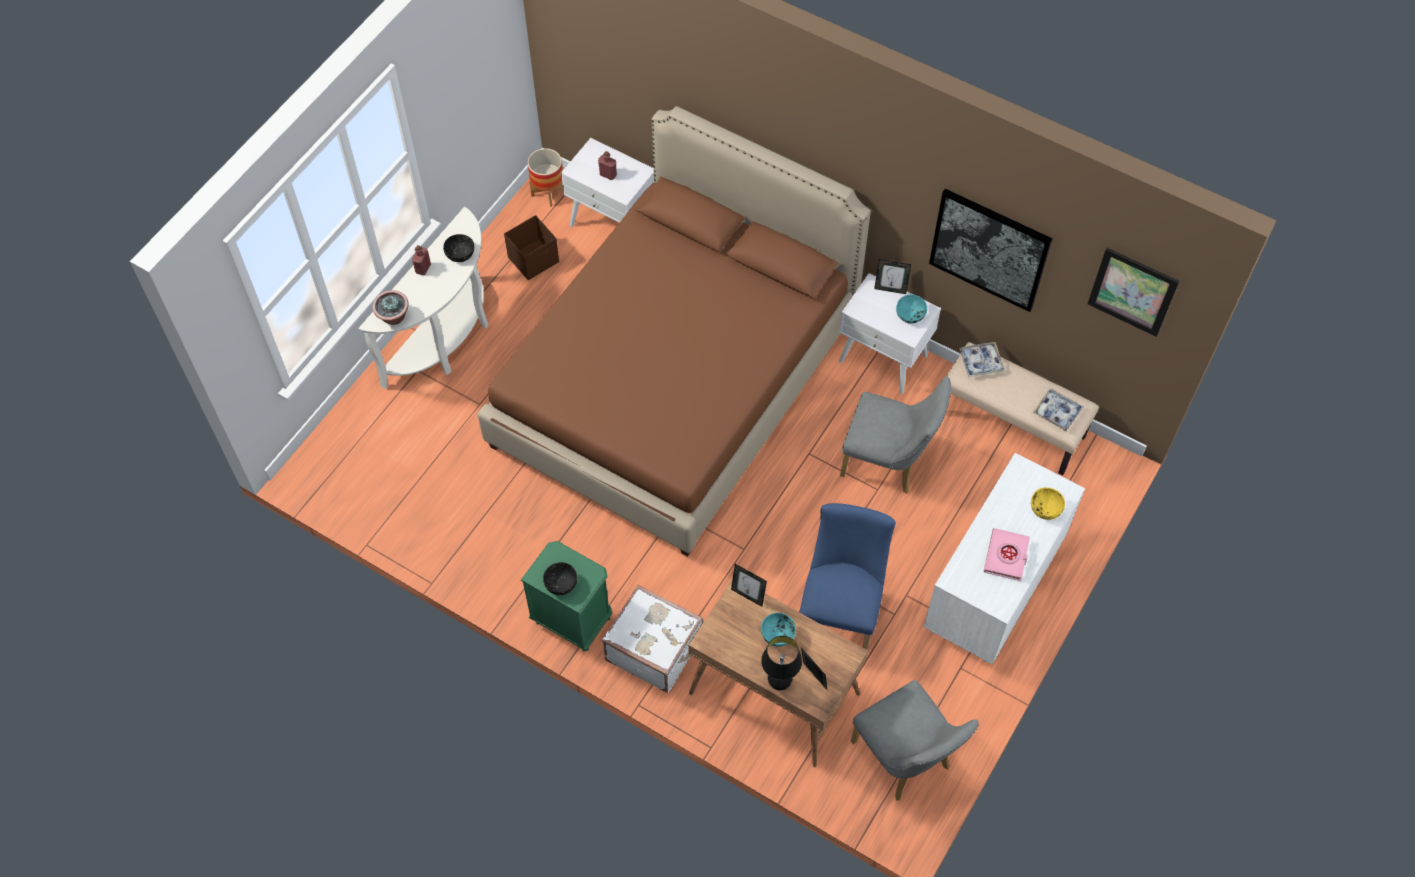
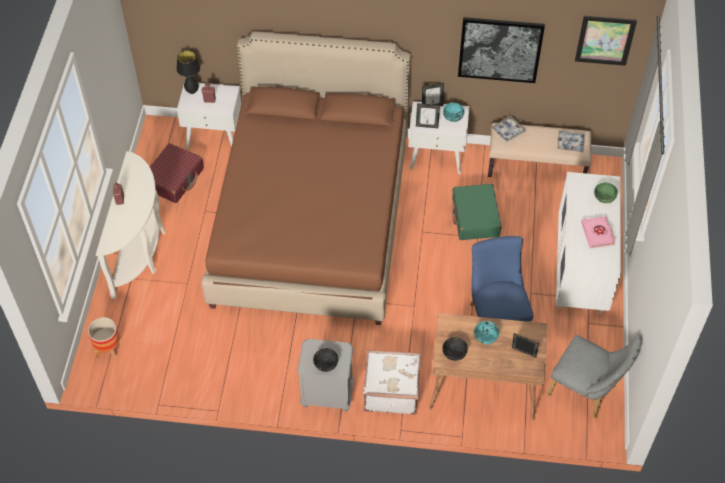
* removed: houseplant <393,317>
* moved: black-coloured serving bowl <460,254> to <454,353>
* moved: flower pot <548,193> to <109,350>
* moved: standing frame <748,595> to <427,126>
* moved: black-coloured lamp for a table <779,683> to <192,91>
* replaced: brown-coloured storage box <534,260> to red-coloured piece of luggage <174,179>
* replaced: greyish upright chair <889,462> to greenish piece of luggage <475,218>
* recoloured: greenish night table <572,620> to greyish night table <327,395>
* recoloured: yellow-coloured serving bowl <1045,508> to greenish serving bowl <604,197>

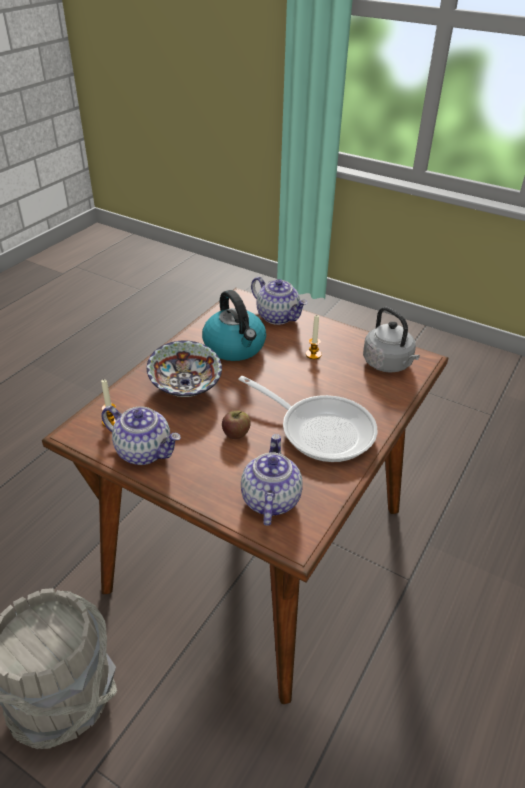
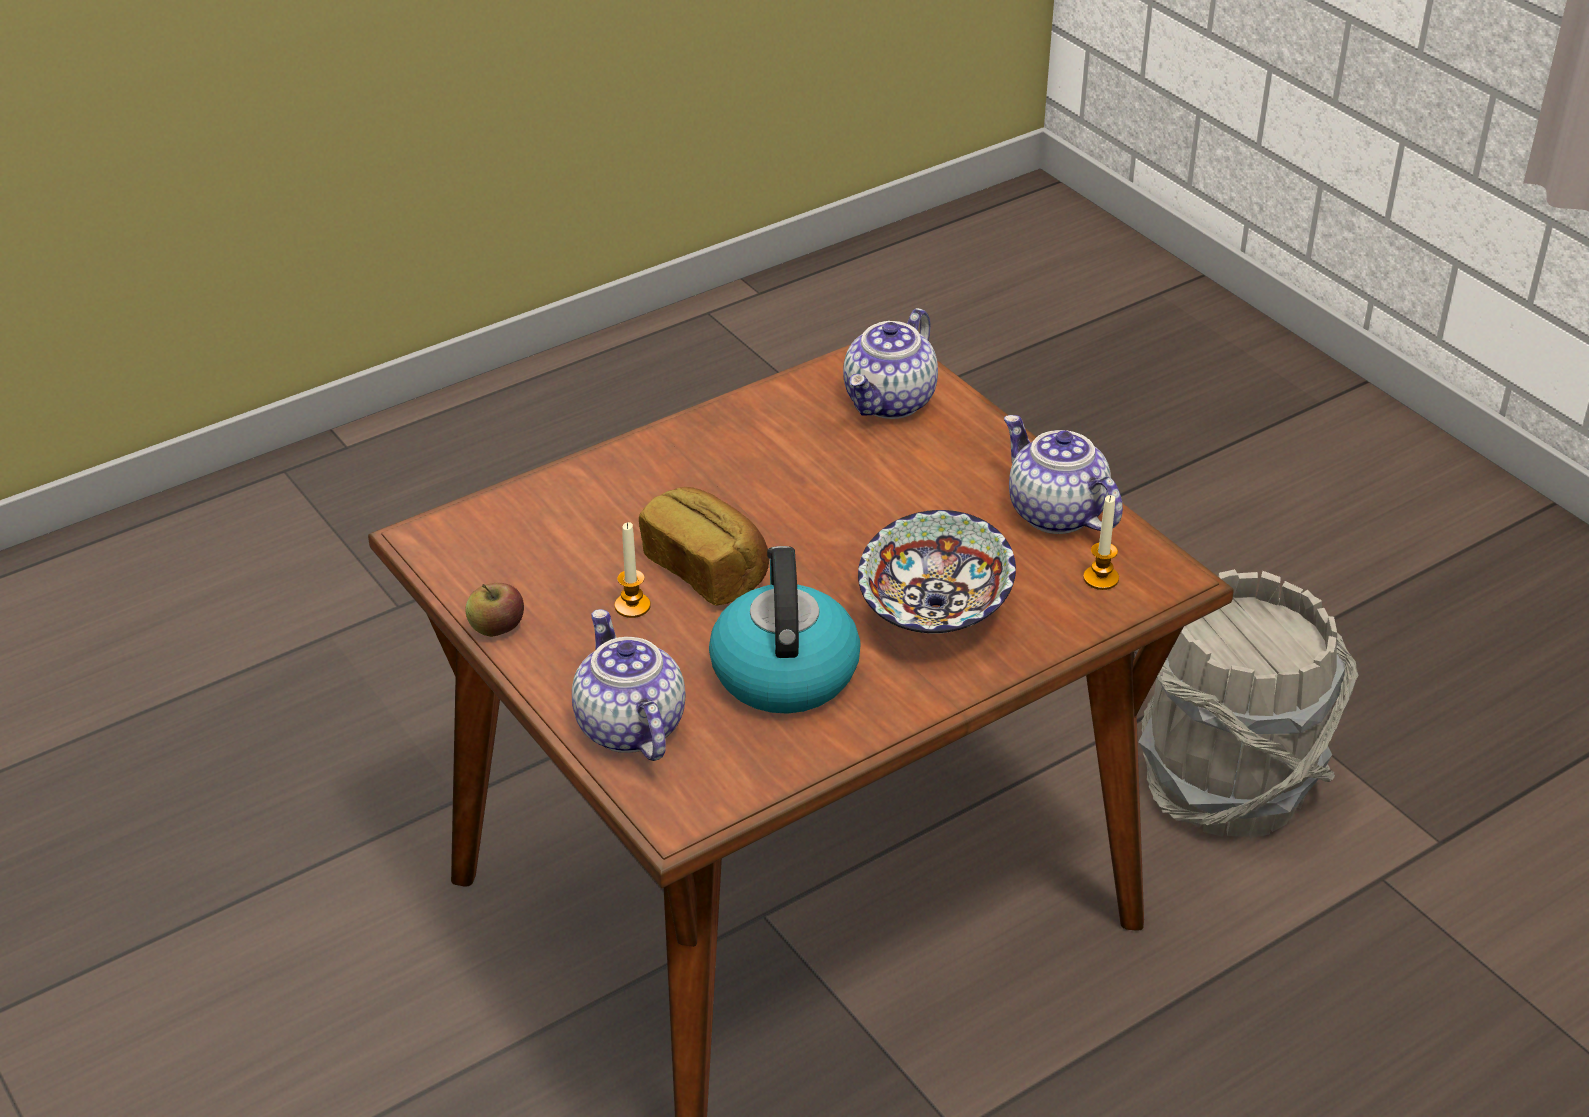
* removed: pan <320,429>
* removed: greyish tea kettle <389,364>
* added: baked bread <707,570>
* moved: whole apple <236,433> to <497,628>

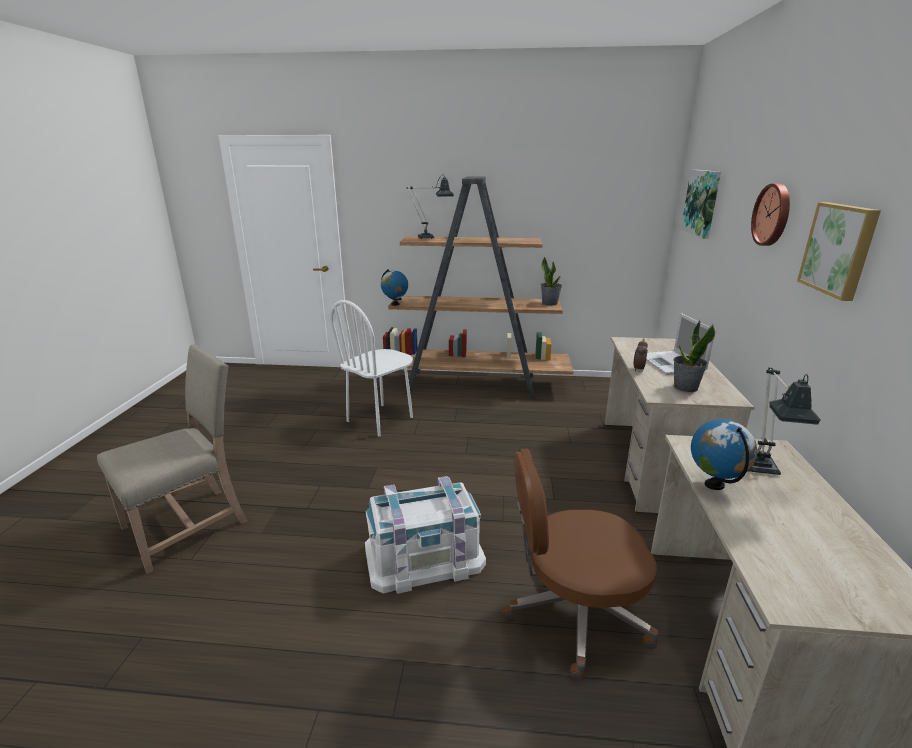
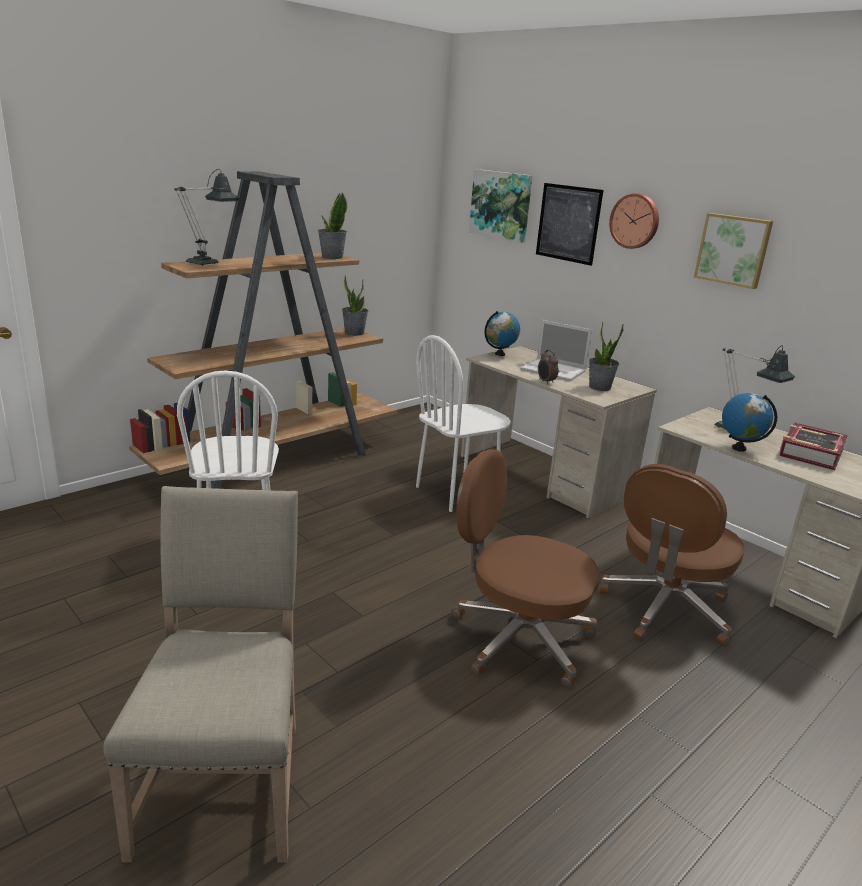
* added: houseplant <332,257>
* added: white upright chair <457,492>
* added: picture <568,223>
* added: bound book <810,453>
* moved: desk globe <395,304> to <500,354>
* replaced: white storage box <424,555> to brown-coloured office chair <518,638>

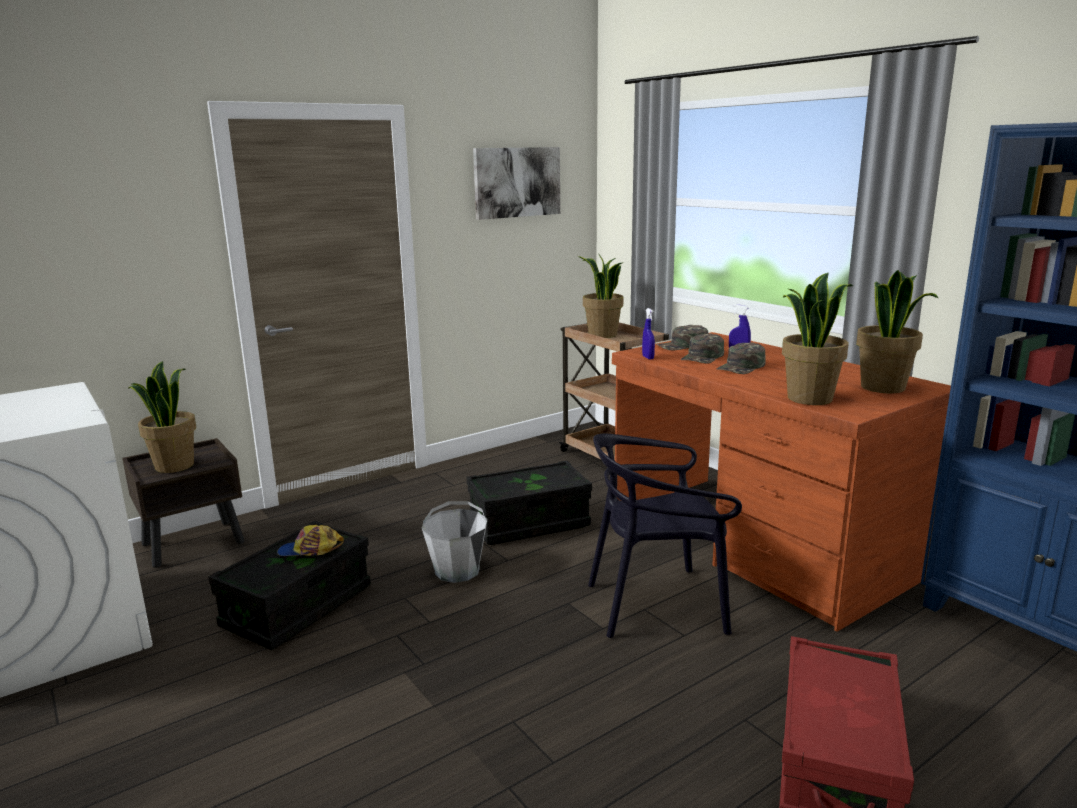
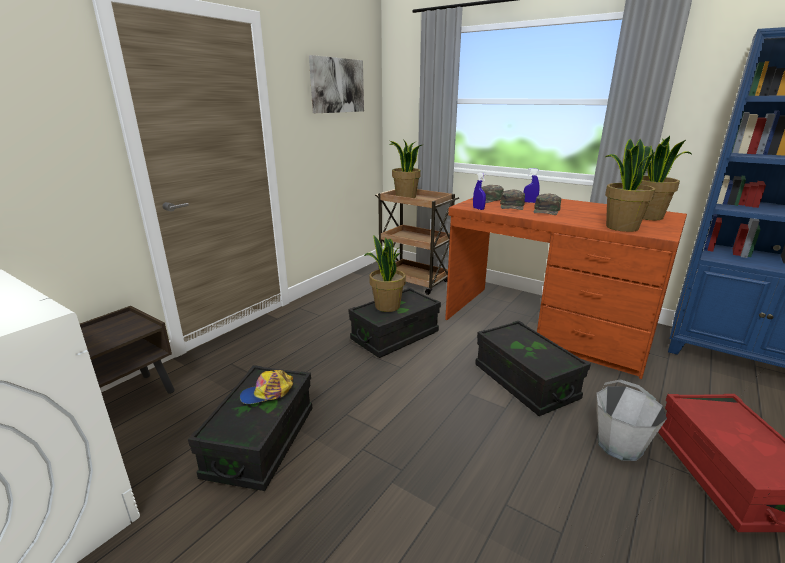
* moved: houseplant <174,466> to <386,306>
* moved: greyish pail <457,570> to <619,445>
* replaced: black-coloured upright chair <656,605> to black-coloured storage box <525,382>

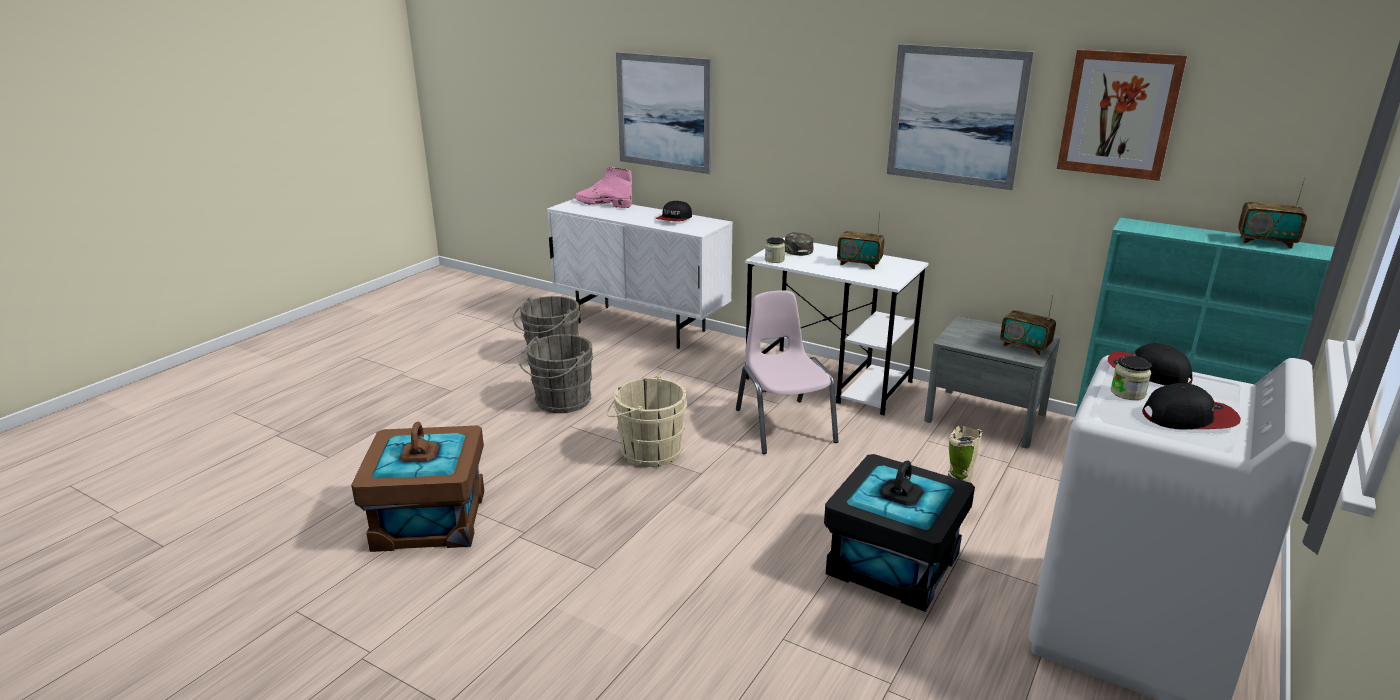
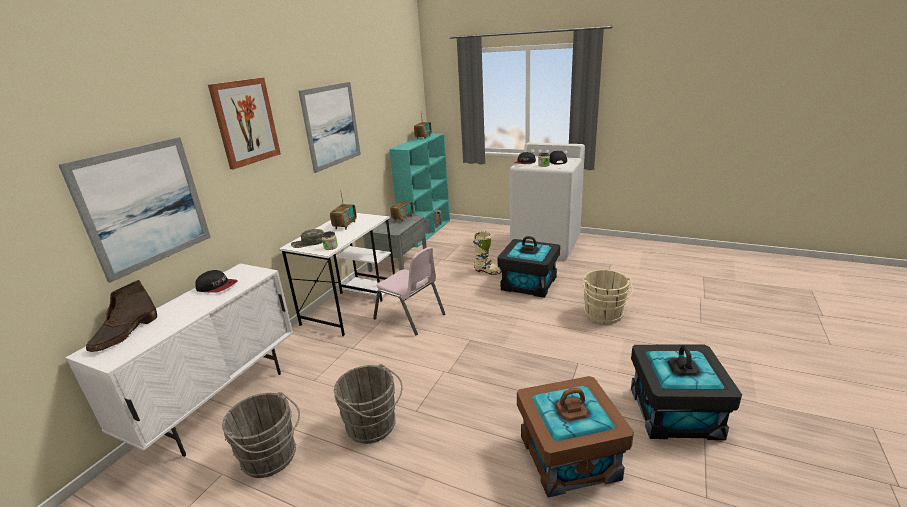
* added: black-coloured storage box <675,413>
* moved: beige pail <647,451> to <603,315>
* moved: picture <1119,114> to <245,122>
* recoloured: pink-coloured high-top boot <603,204> to brown-coloured high-top boot <125,334>
* turned: pink-coloured upright chair <784,425> = <410,316> 120 degrees counterclockwise

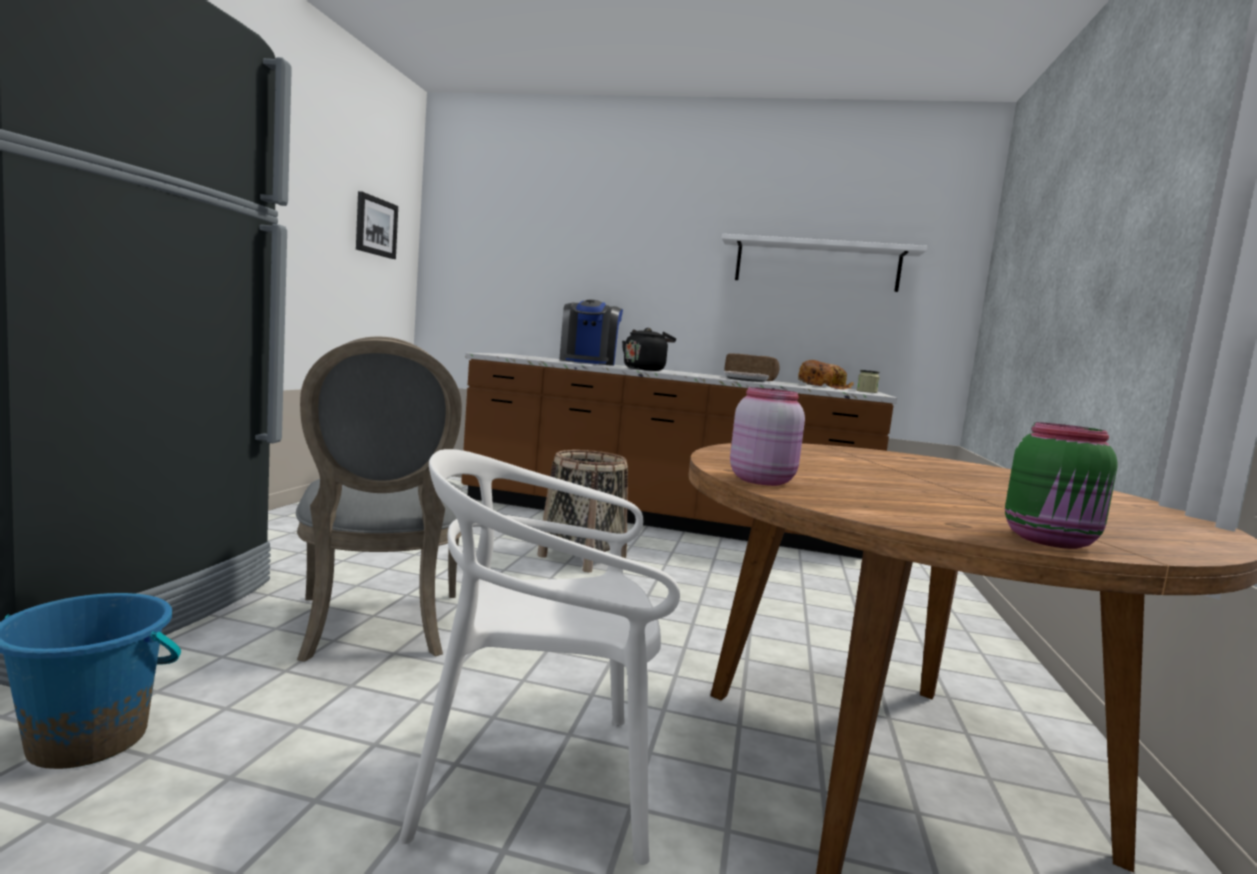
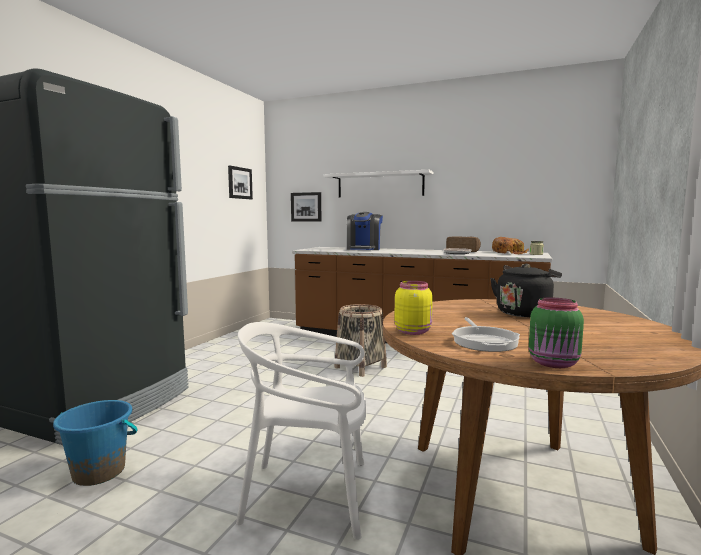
* removed: greyish upright chair <377,627>
* added: picture <306,207>
* added: pan <484,341>
* moved: black-coloured tea kettle <645,369> to <524,313>
* moved: white bracket shelf <817,265> to <380,185>
* recoloured: pink-coloured storage jar <761,480> to yellow-coloured storage jar <413,331>

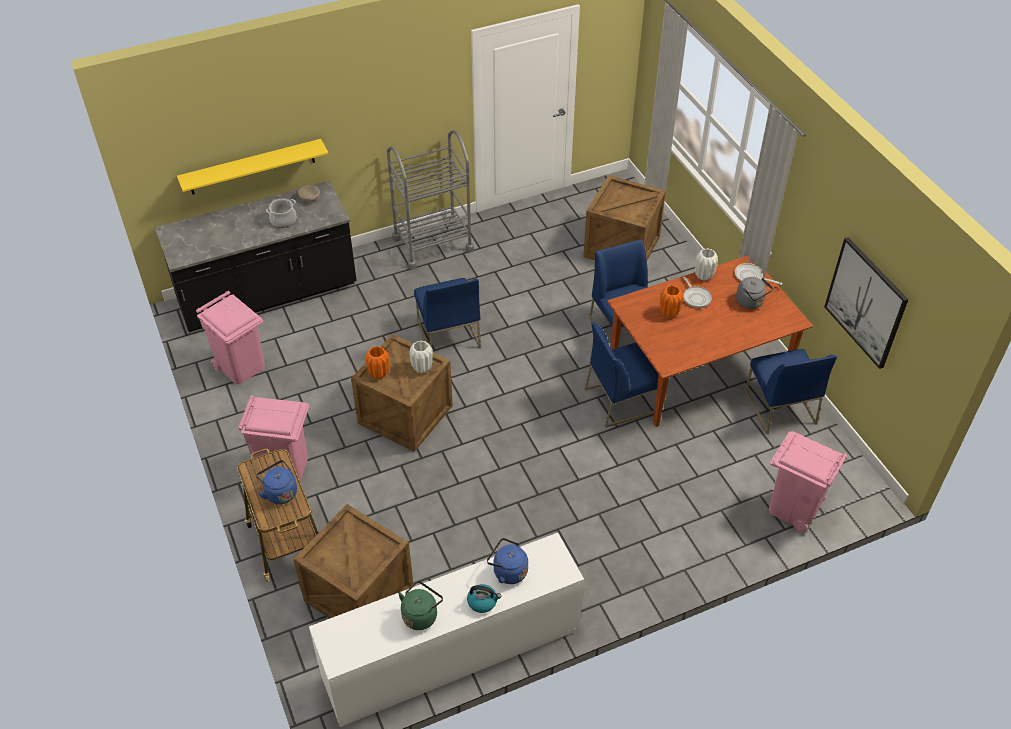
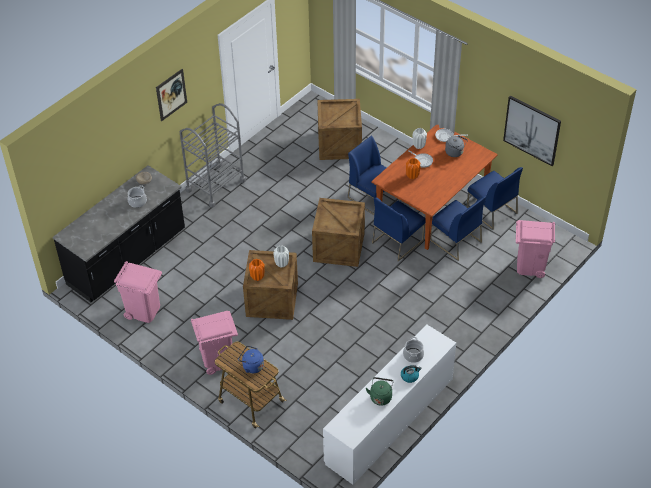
* removed: yellow-coloured bracket shelf <252,167>
* added: picture <171,94>
* moved: crate <359,591> to <338,246>
* moved: blue-coloured upright chair <448,334> to <455,241>
* replaced: blue-coloured tea kettle <508,571> to cooking pot <413,355>

